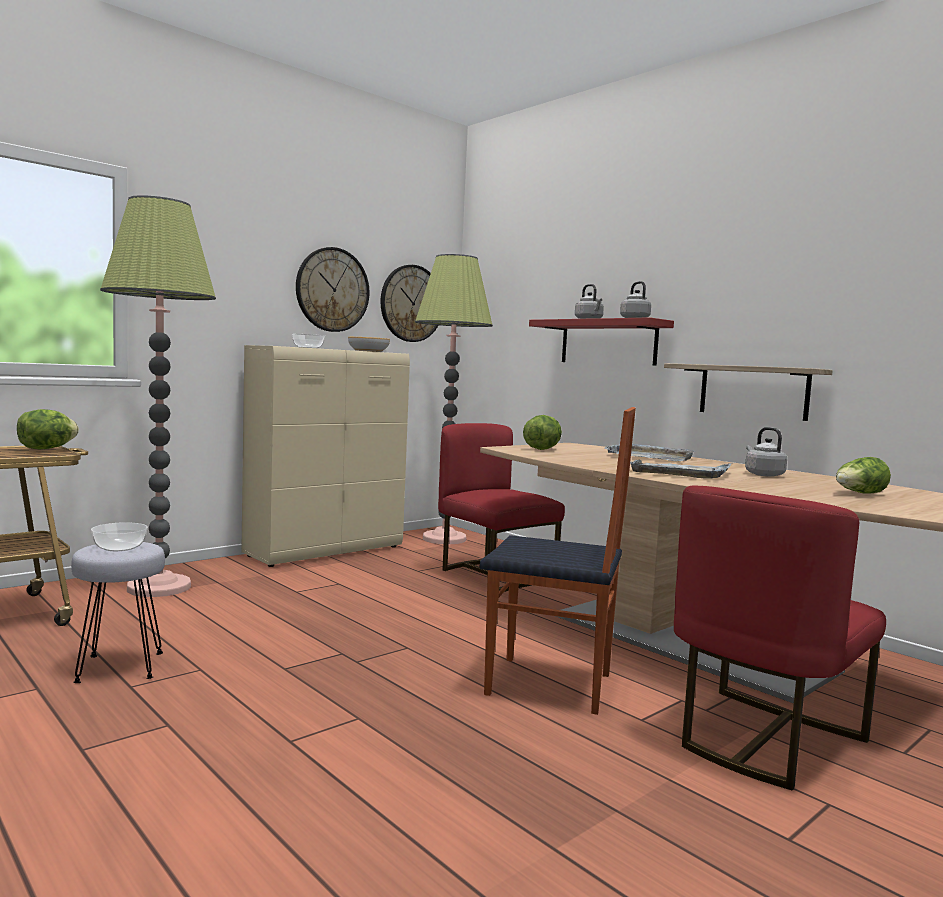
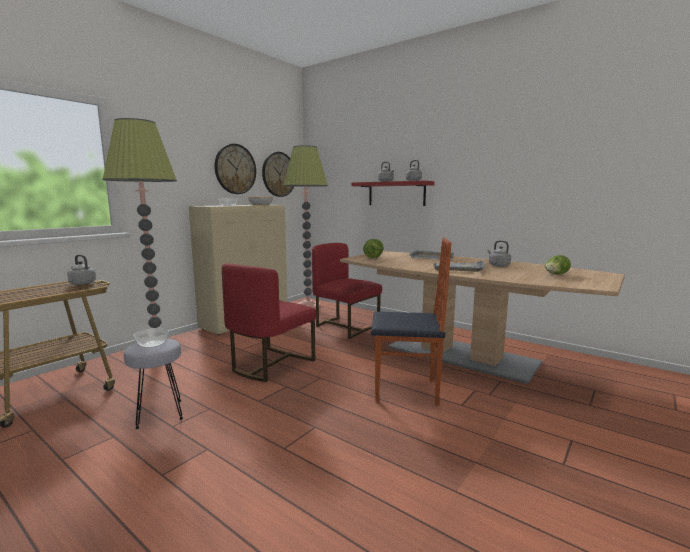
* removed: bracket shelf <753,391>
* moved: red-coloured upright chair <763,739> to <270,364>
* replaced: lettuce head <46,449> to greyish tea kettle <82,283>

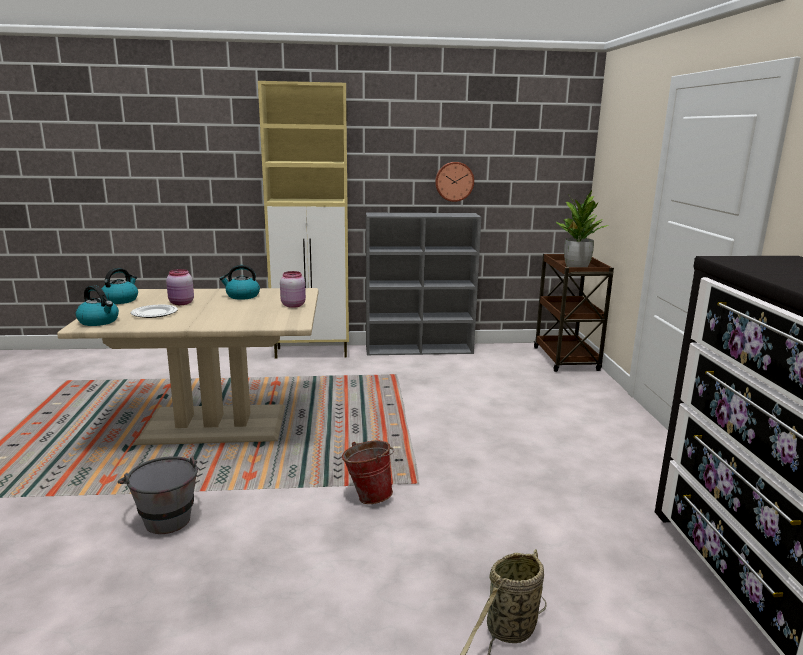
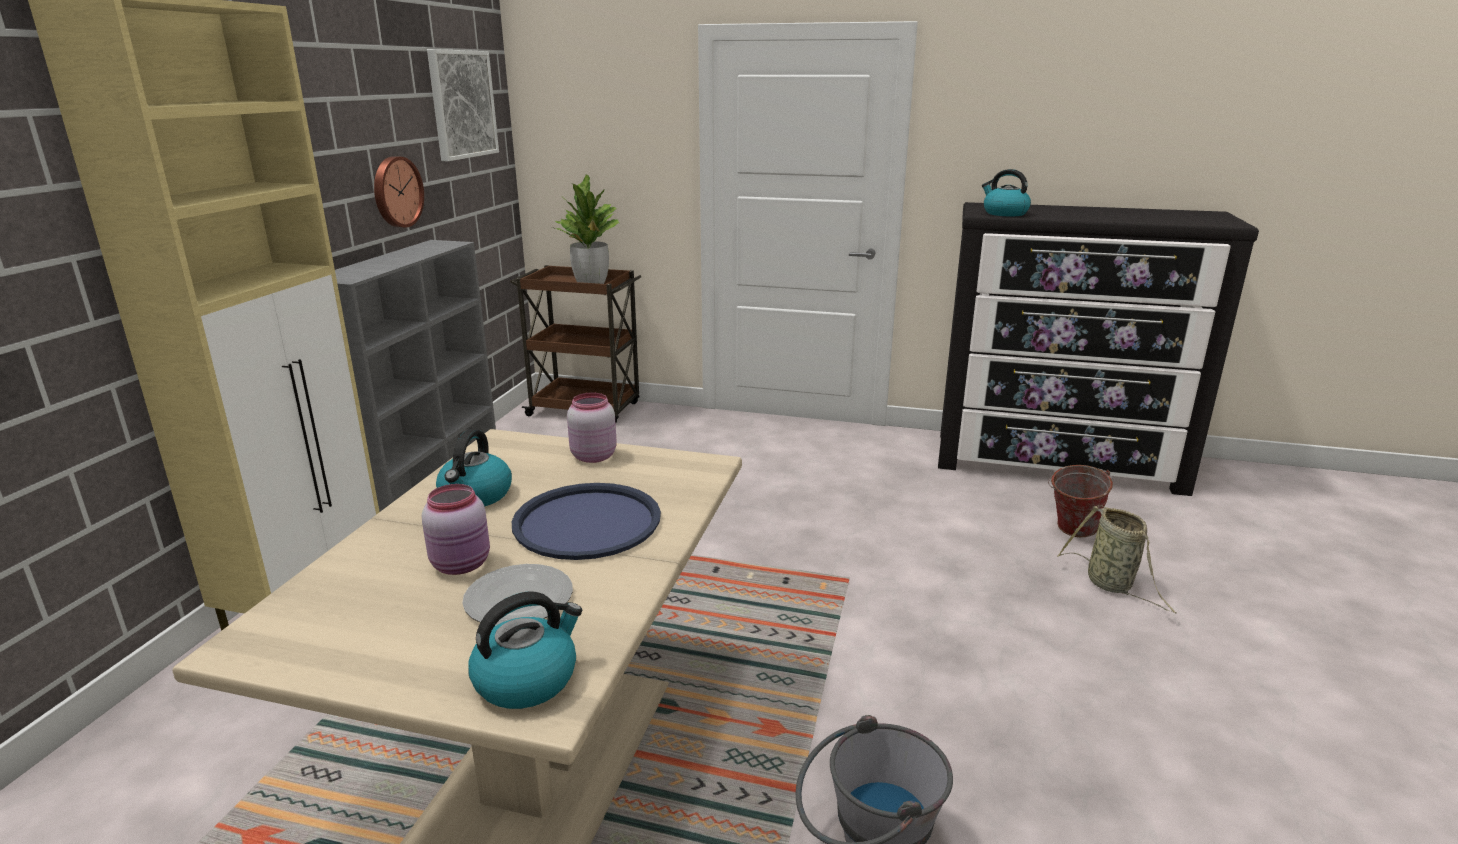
* added: picture <462,104>
* added: blue-coloured serving tray <587,522>
* moved: tea kettle <120,300> to <1004,213>
* moved: pail <368,495> to <1071,531>

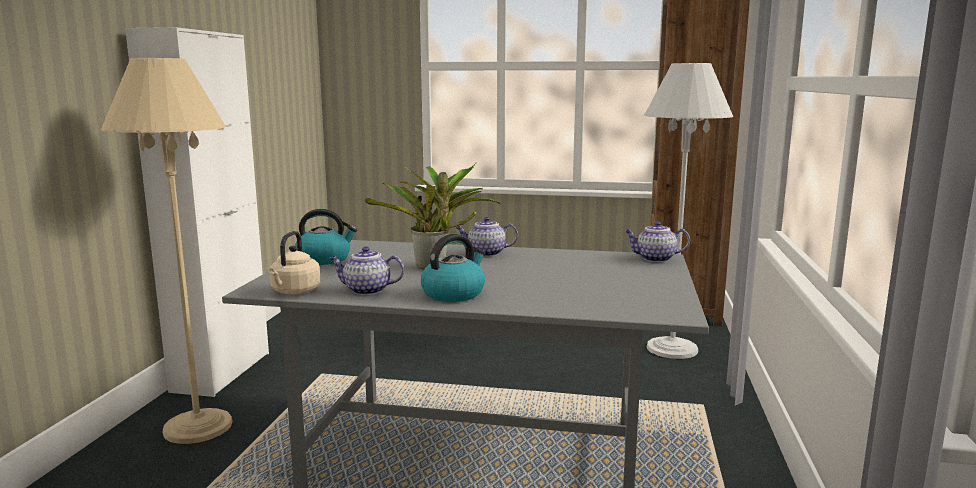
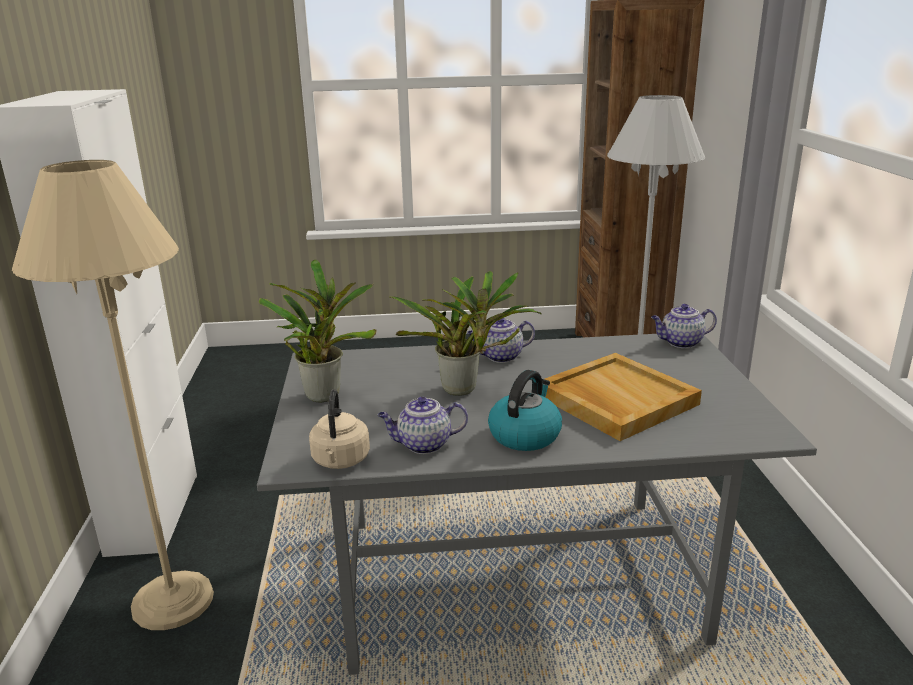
* added: beige serving tray <615,400>
* replaced: tea kettle <324,259> to houseplant <324,393>

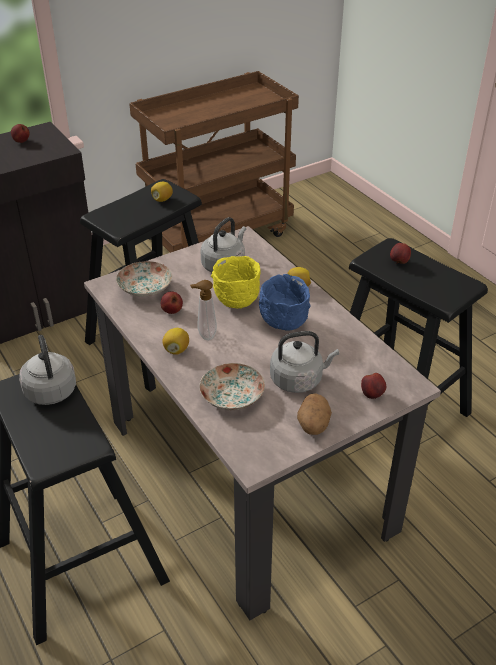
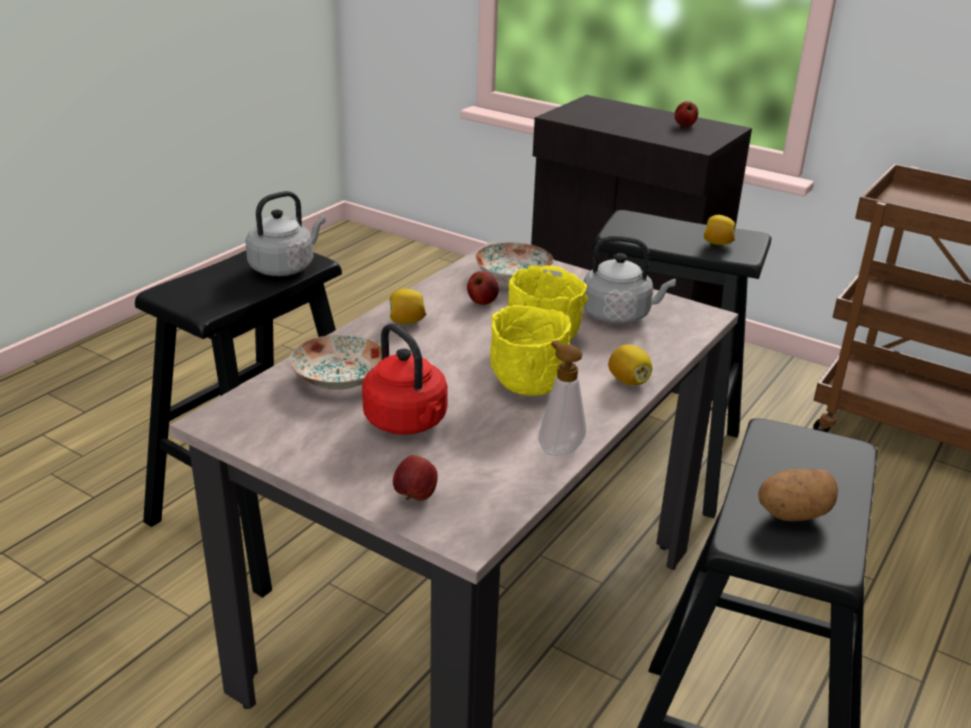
* removed: whole apple <399,262>
* moved: soap bottle <205,335> to <558,448>
* moved: spud <313,425> to <792,514>
* recoloured: blue-coloured serving bowl <283,323> to yellow-coloured serving bowl <529,386>
* recoloured: greyish tea kettle <299,379> to red-coloured tea kettle <408,423>

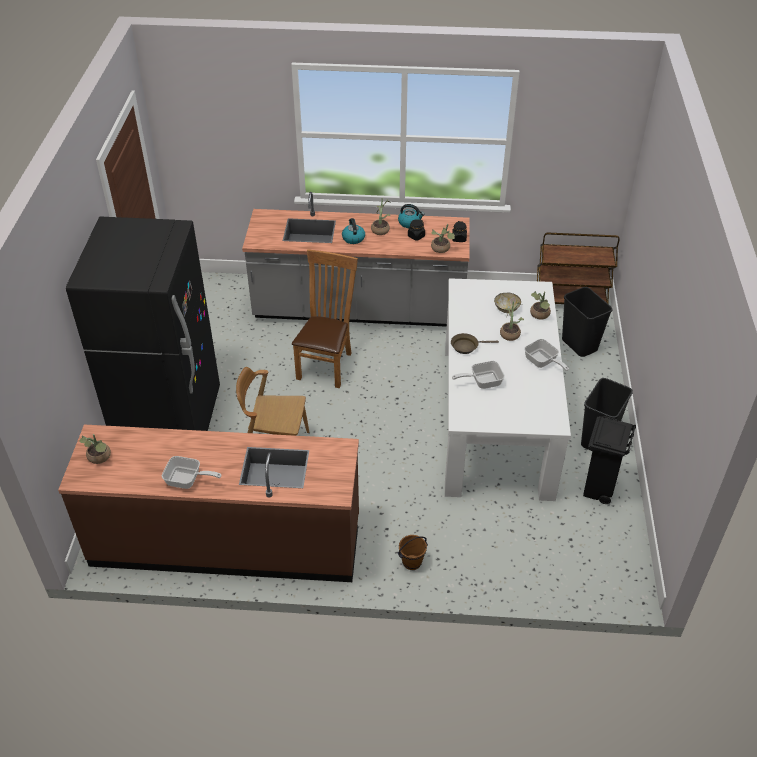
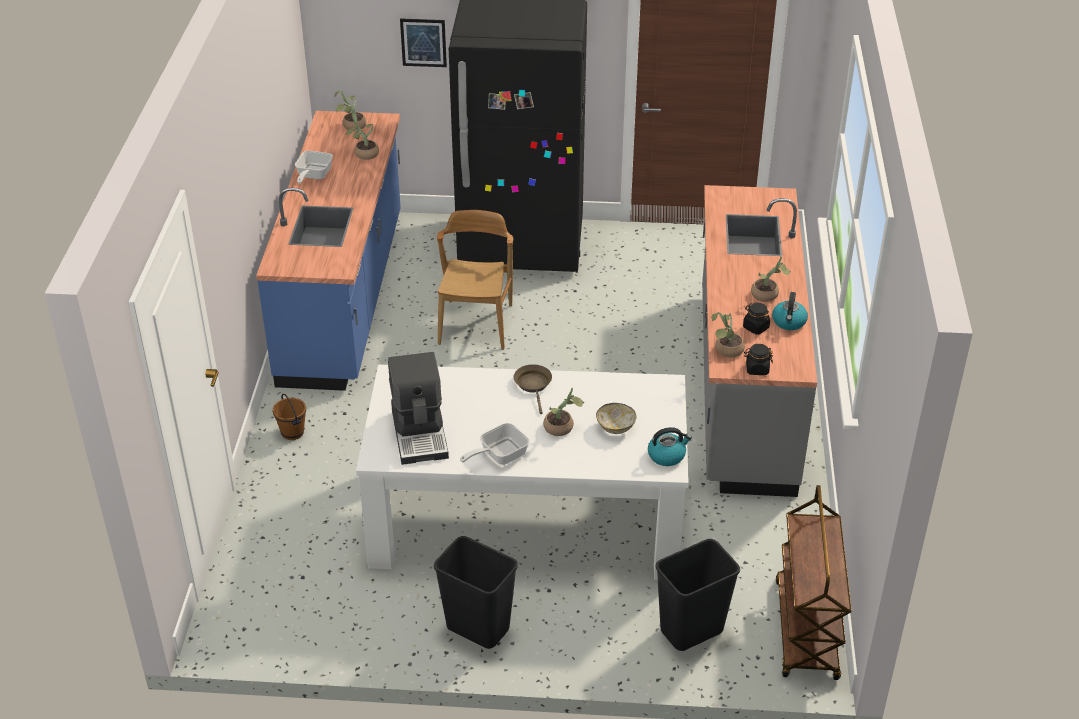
* removed: brown-coloured upright chair <327,364>
* removed: pan <482,381>
* removed: black-coloured waste bin <598,490>
* added: coffee machine <421,433>
* added: picture <423,42>
* moved: tea kettle <353,238> to <667,455>
* moved: houseplant <539,315> to <363,154>
* recoloured: brown-coloured kitchen base unit <226,541> to blue-coloured kitchen base unit <344,298>

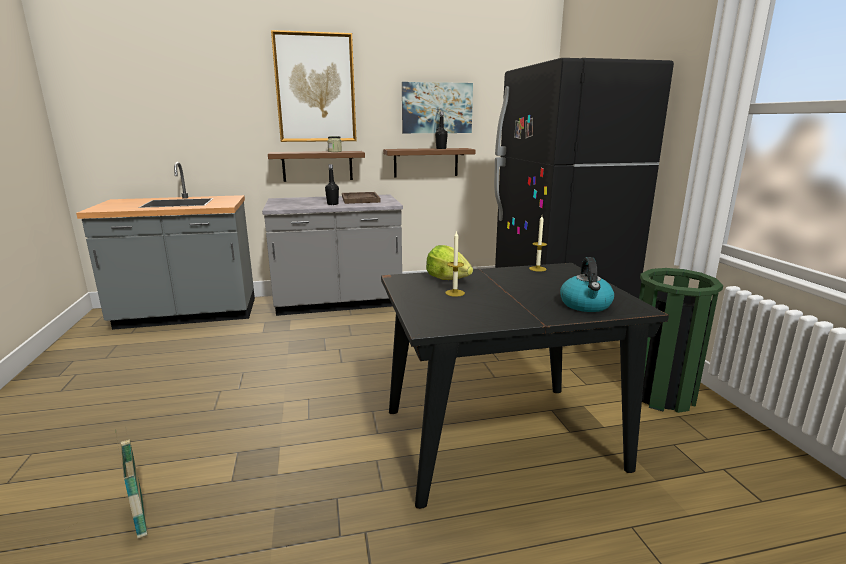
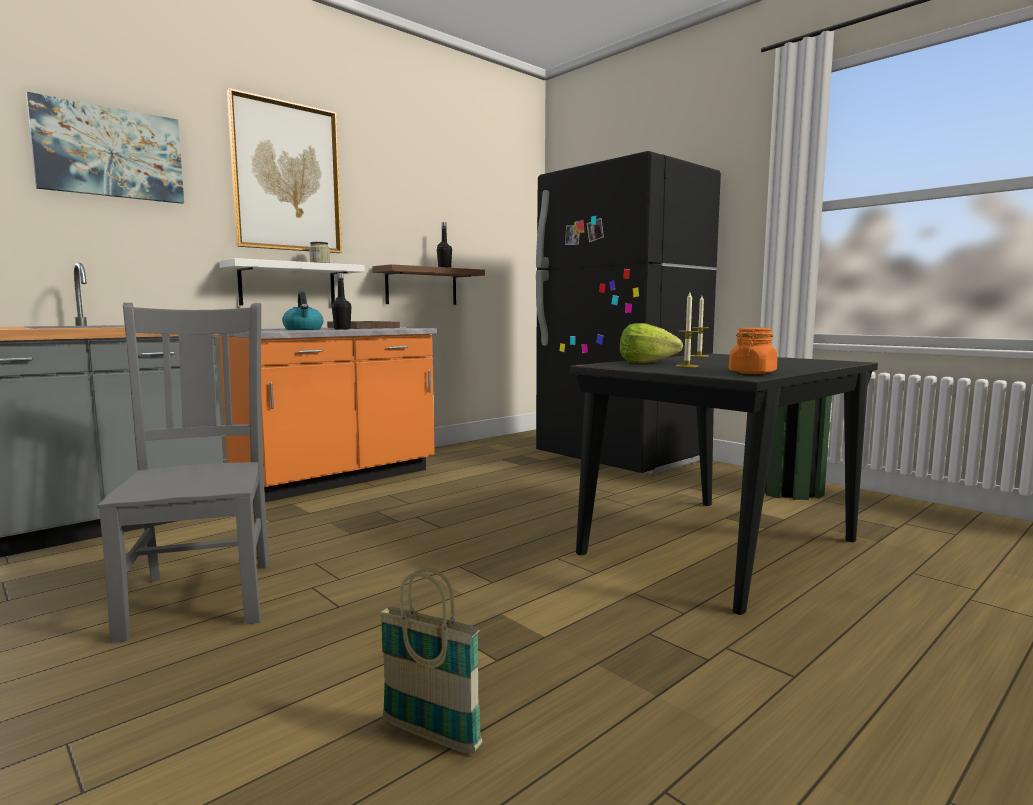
* added: greyish upright chair <202,595>
* added: orangey storage jar <752,373>
* moved: picture <437,108> to <110,152>
* moved: tea kettle <586,305> to <303,329>
* recoloured: greyish kitchen base unit <338,303> to orangey kitchen base unit <337,479>
* recoloured: brown-coloured bracket shelf <317,166> to white bracket shelf <288,284>

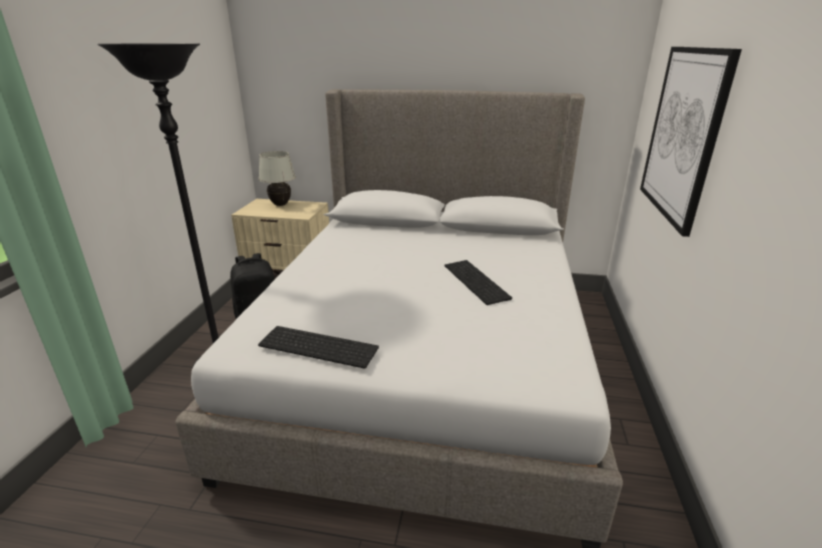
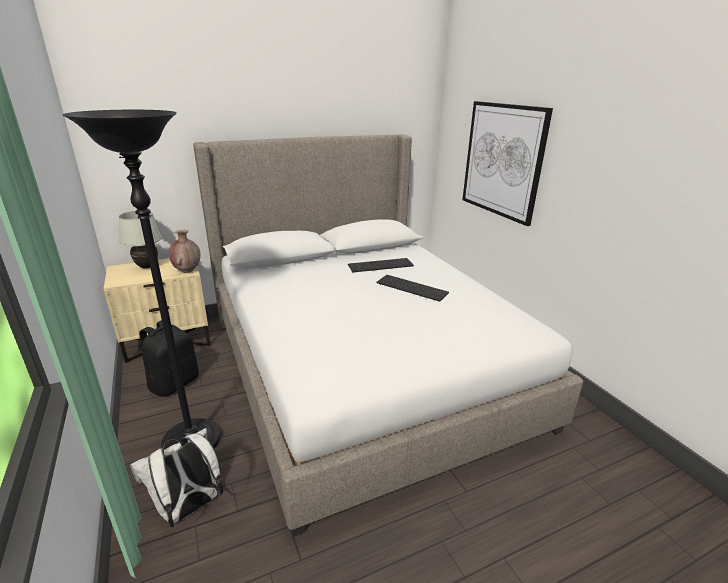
* added: white knapsack <189,508>
* added: brown-coloured decorative vase <187,270>
* moved: PC keyboard <320,346> to <381,265>

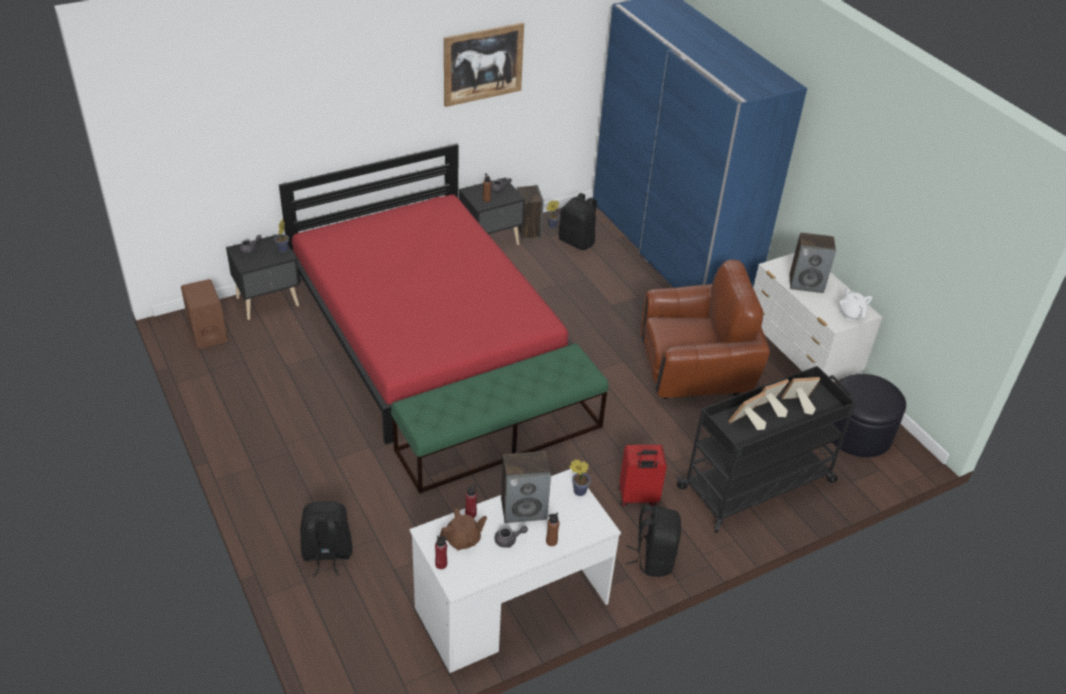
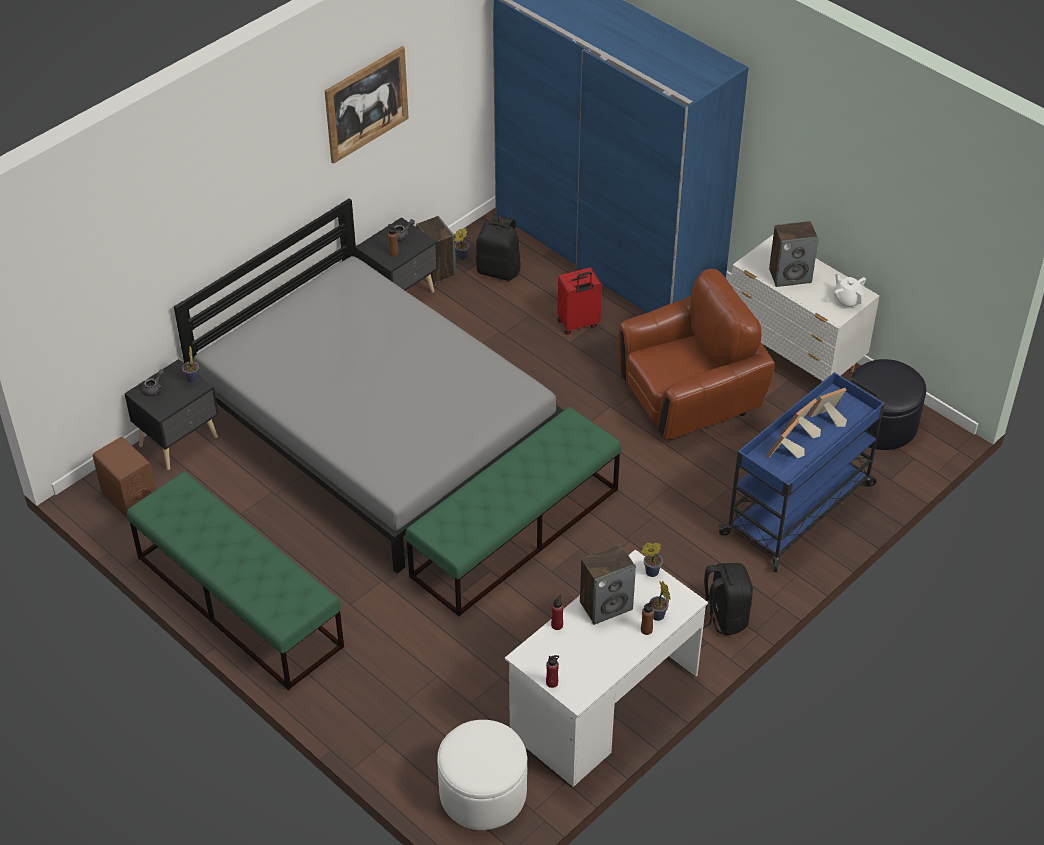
* removed: black-coloured knapsack <327,554>
* removed: brown-coloured teapot <463,540>
* removed: greyish teapot <509,540>
* added: greenish bench <238,601>
* added: white pouffe <483,793>
* added: houseplant <658,617>
* moved: red-coloured piece of luggage <638,497> to <578,324>
* recoloured: red-coloured bed <425,329> to greyish bed <376,427>
* recoloured: black-coloured wheeled cart <758,484> to blue-coloured wheeled cart <799,508>

